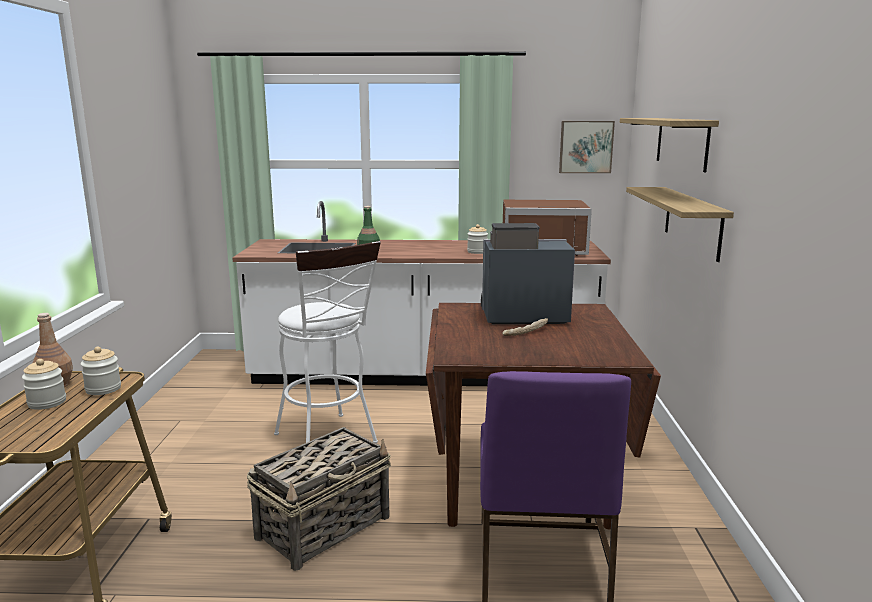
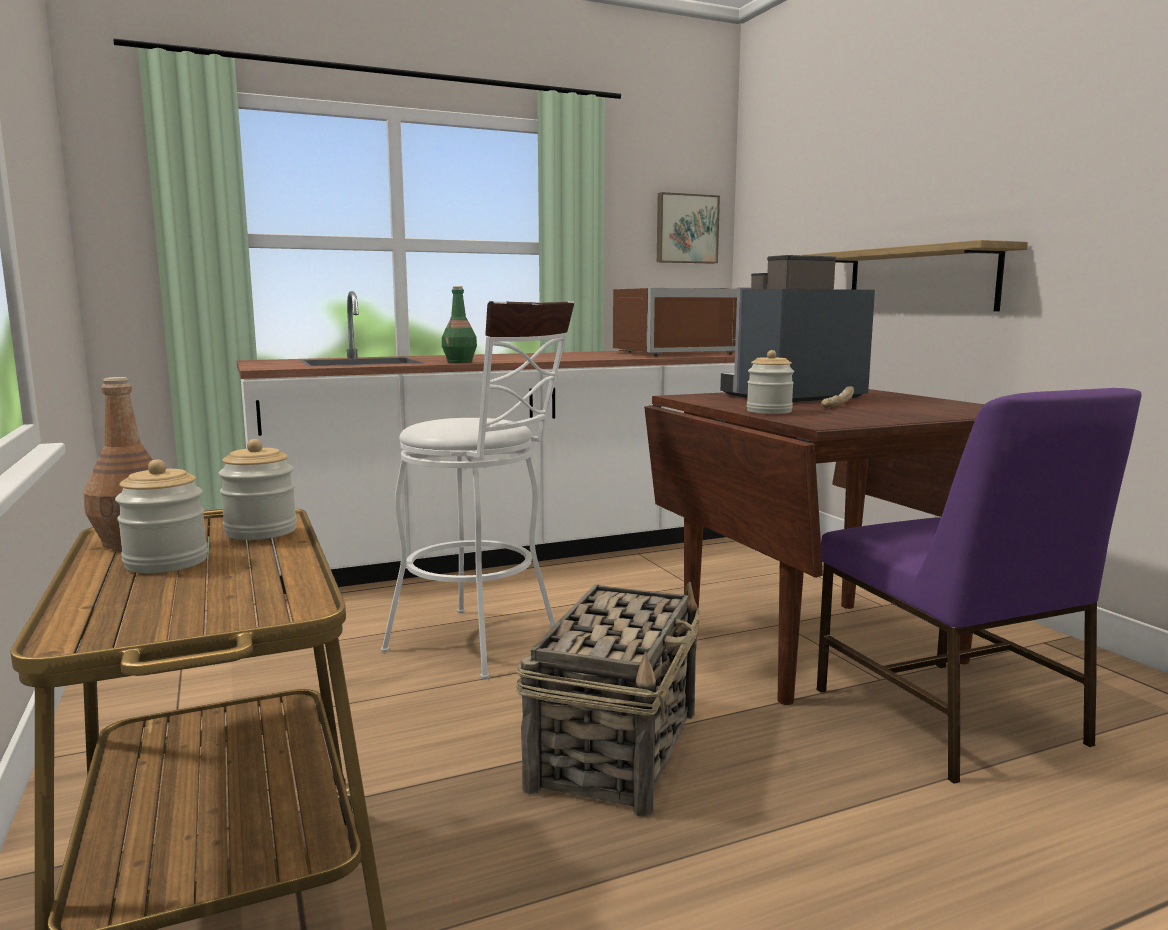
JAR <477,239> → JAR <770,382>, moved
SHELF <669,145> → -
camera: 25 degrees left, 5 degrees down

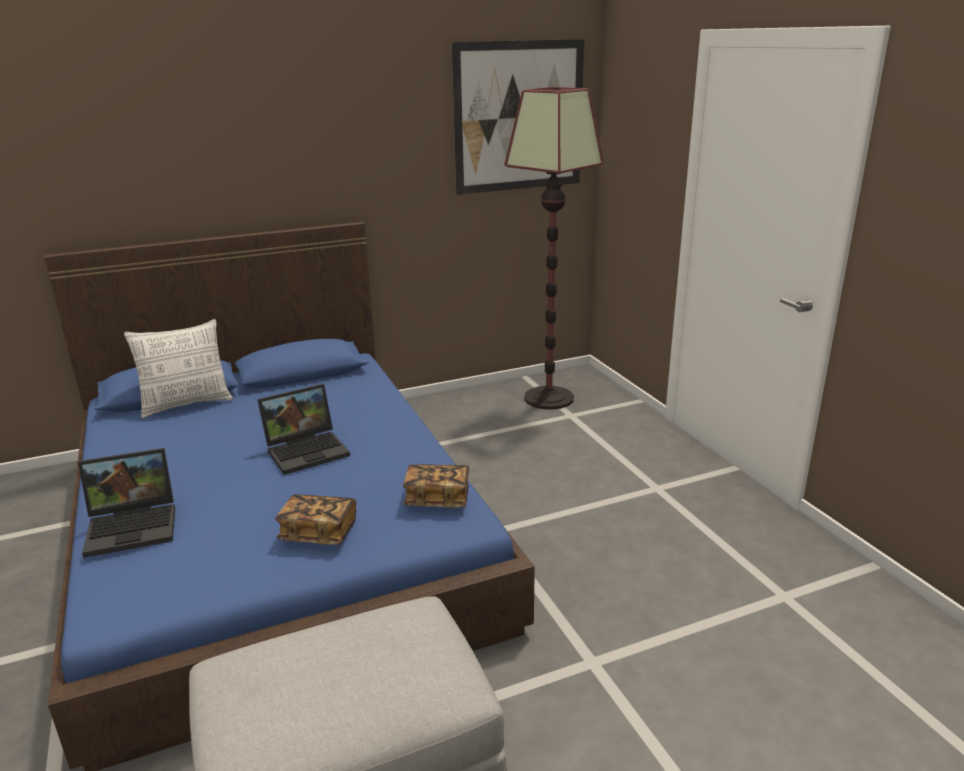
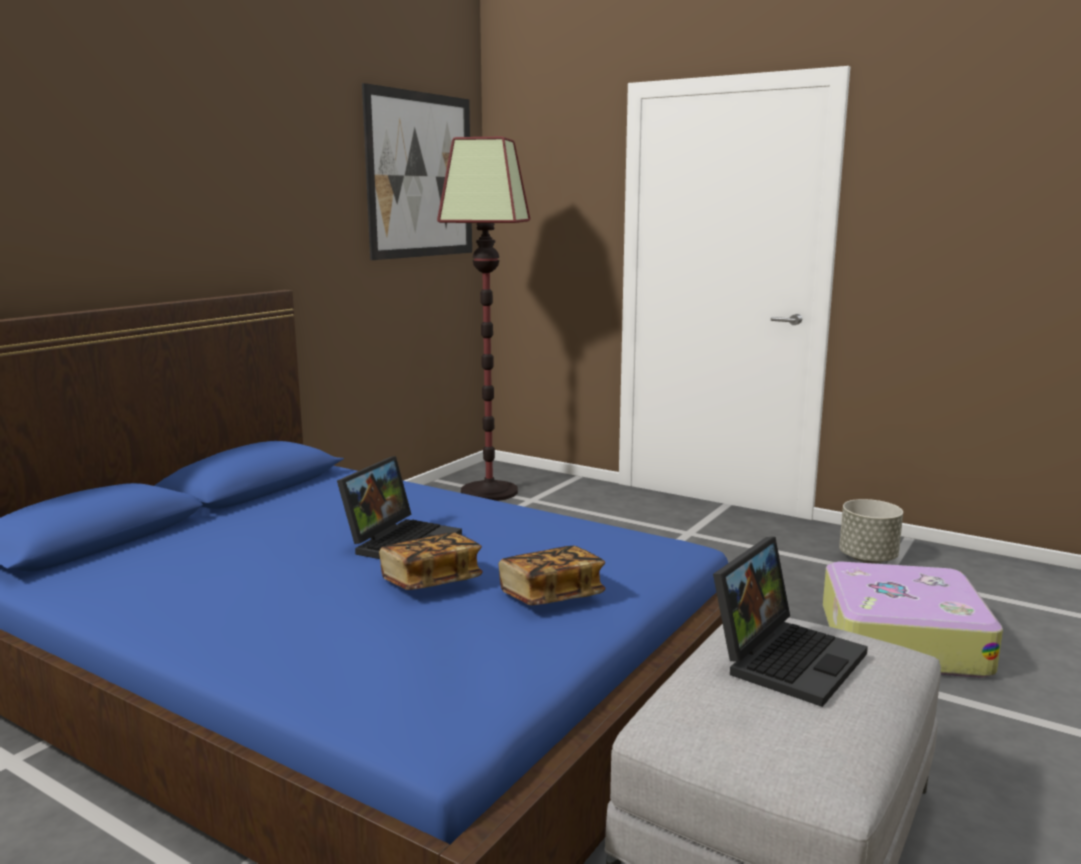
BOOK <436,486> → BOOK <431,561>, moved
LAPTOP <126,503> → LAPTOP <790,622>, moved
- → SUITCASE <913,620>
- → GREY PLANTER <871,531>
PILLOW <178,368> → -
camera: 35 degrees left, 10 degrees down

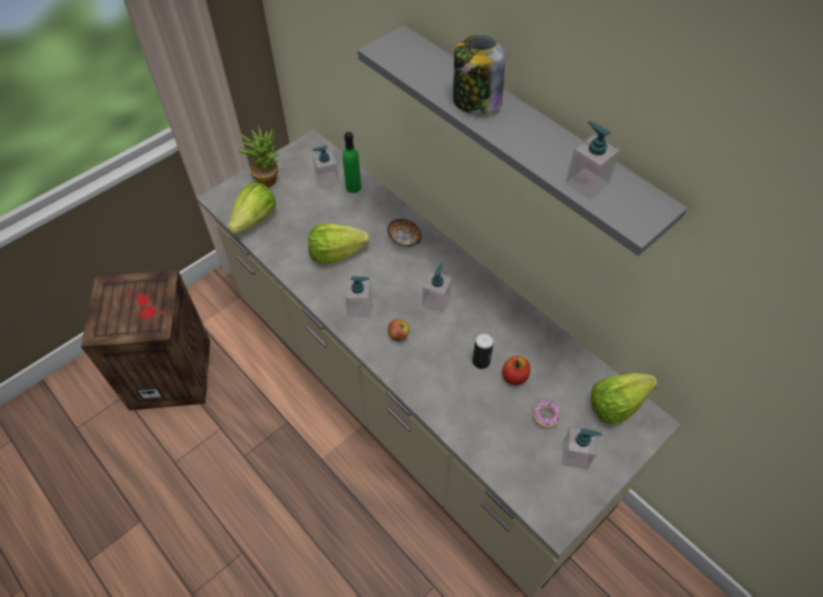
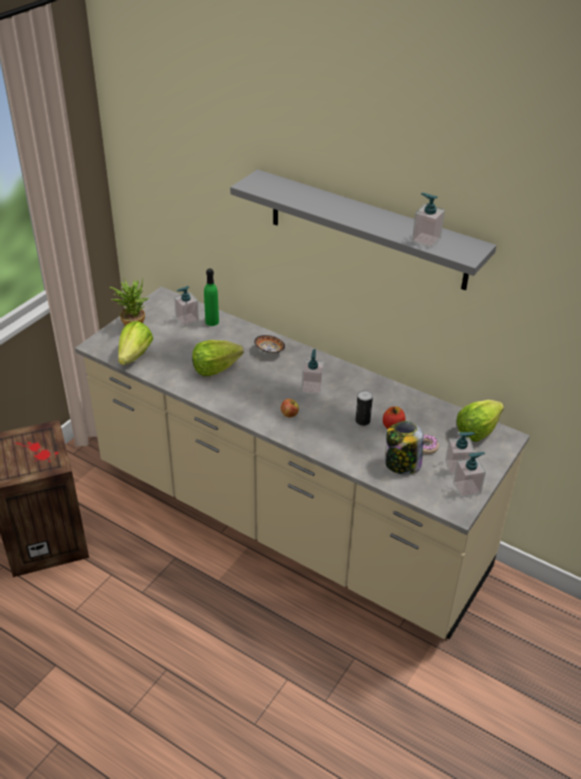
JAR <479,75> → JAR <404,447>, moved
SOAP DISPENSER <358,296> → SOAP DISPENSER <469,475>, moved
camera: 15 degrees left, 15 degrees down

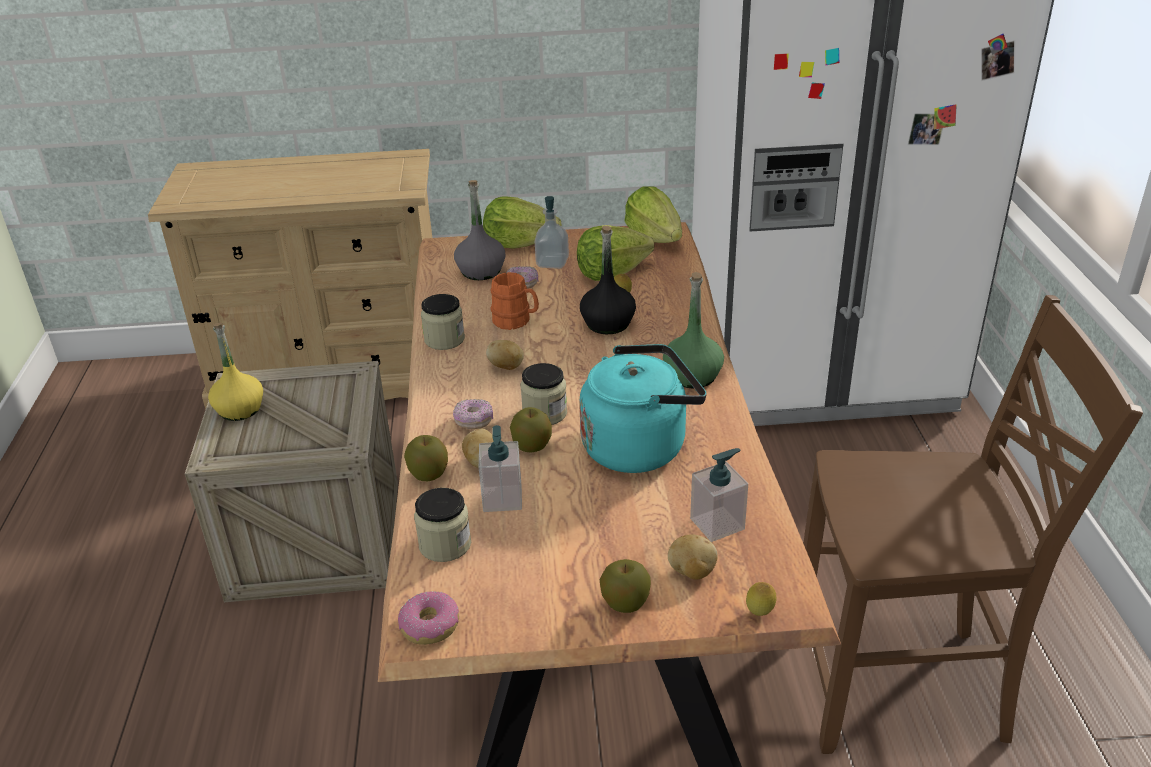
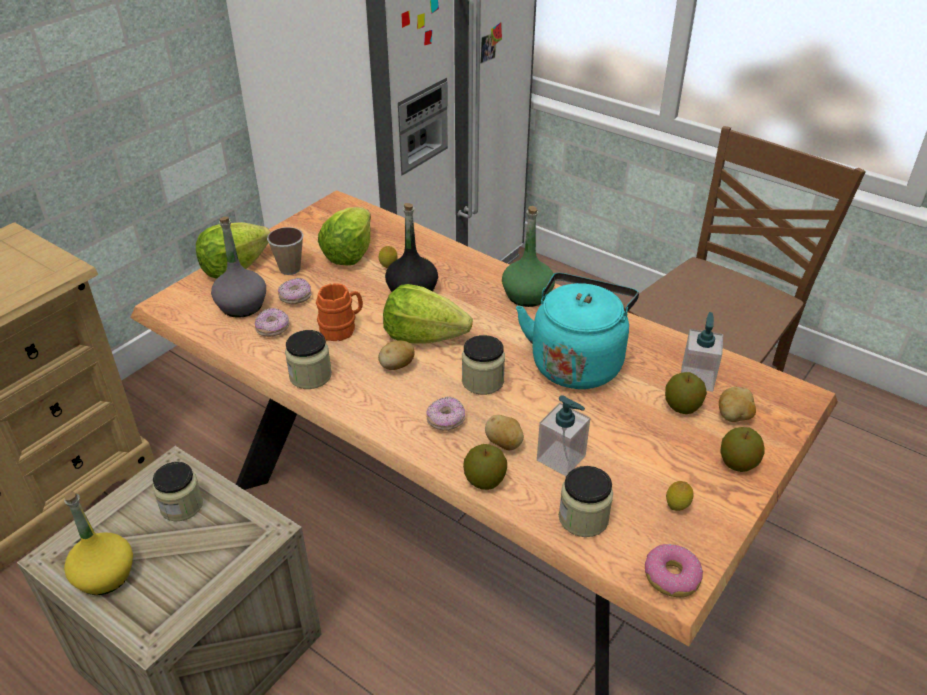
- → JAR <178,492>
- → DONUT <272,322>
SOAP DISPENSER <552,232> → CUP <285,251>
LETTUCE <653,214> → LETTUCE <428,314>, moved
APPLE <531,430> → APPLE <686,393>, moved
LEMON <761,599> → LEMON <679,496>, moved
camera: 50 degrees left, 5 degrees up

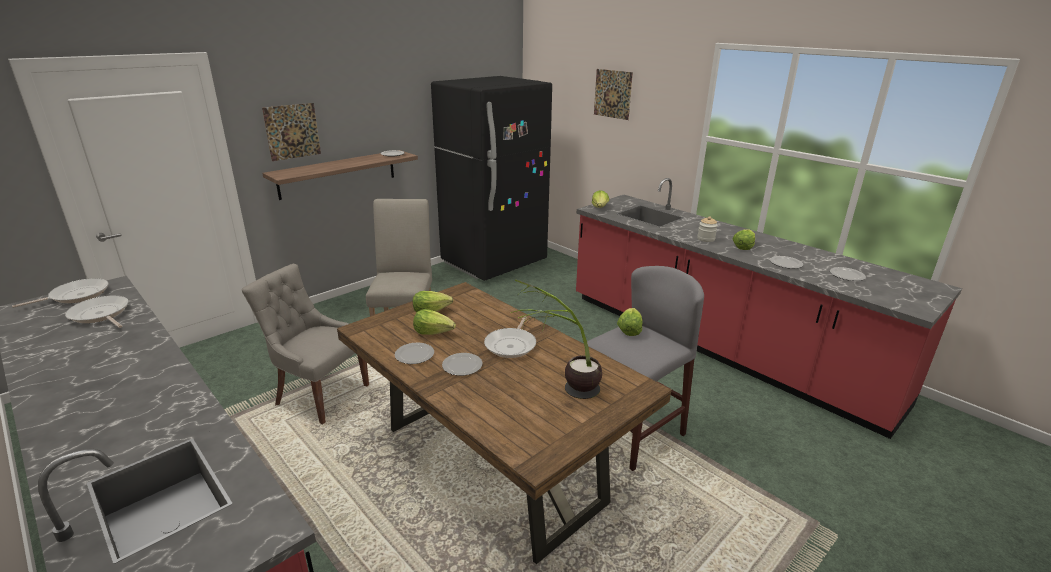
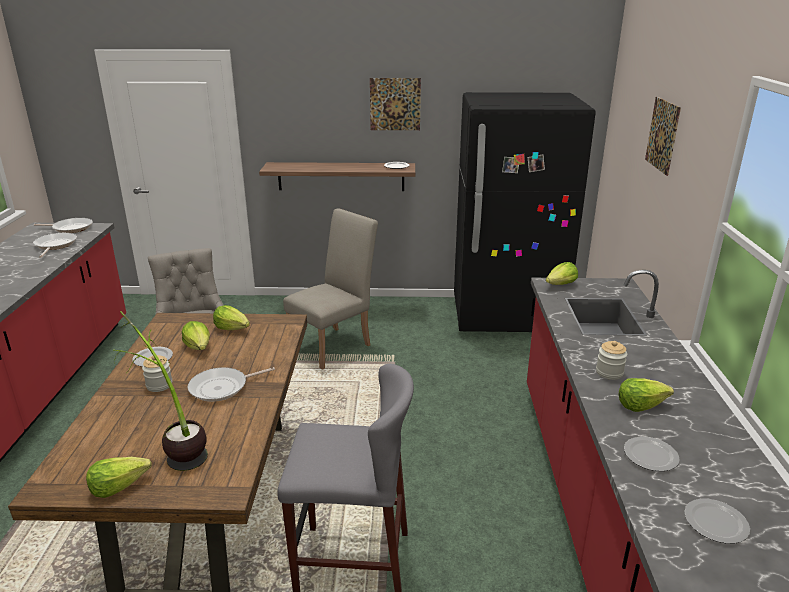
LETTUCE <629,322> → LETTUCE <119,477>, moved
PLATE <462,364> → JAR <157,373>
PICTURE <291,132> → PICTURE <395,104>, moved
camera: 45 degrees right, 0 degrees up

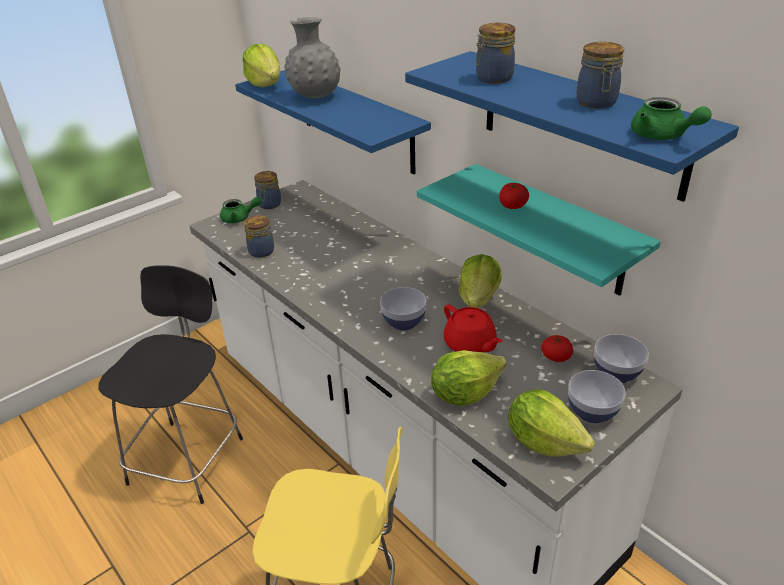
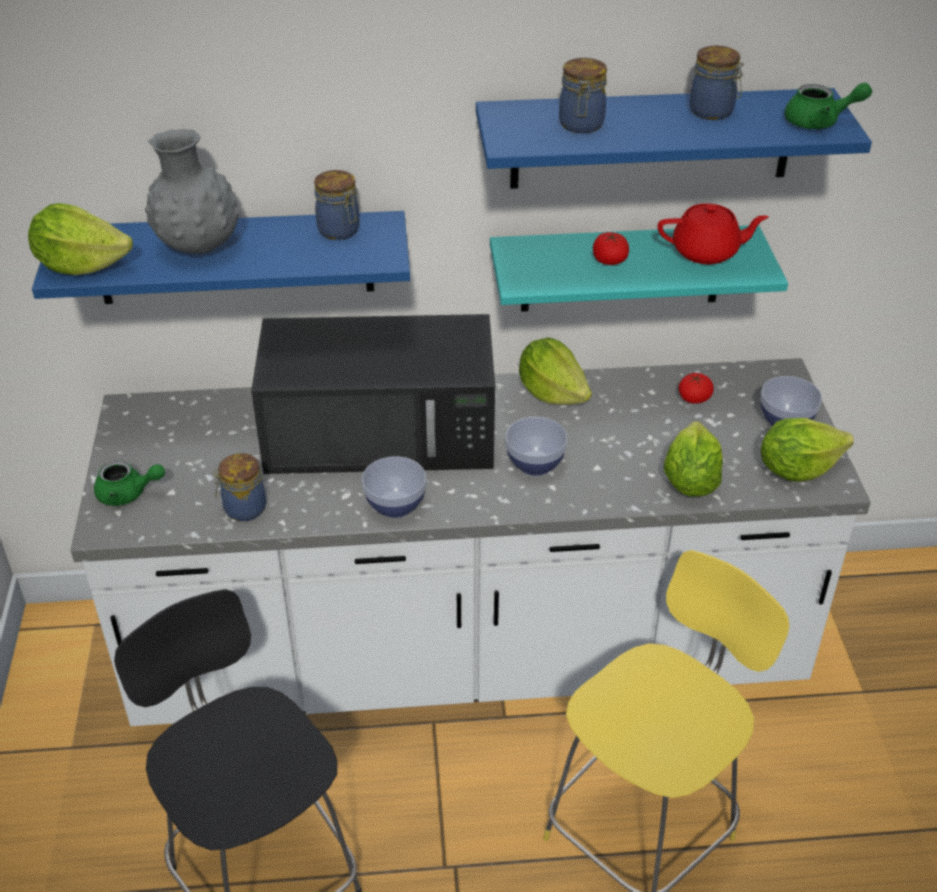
GREEN TEAPOT <241,210> → GREEN TEAPOT <129,483>, 60 degrees clockwise
- → BLACK MICROWAVE <373,394>
JAR <267,190> → JAR <337,205>, moved
BOWL <621,358> → BOWL <394,487>, moved
RED TEAPOT <473,328> → RED TEAPOT <713,234>, moved
camera: 55 degrees left, 5 degrees up

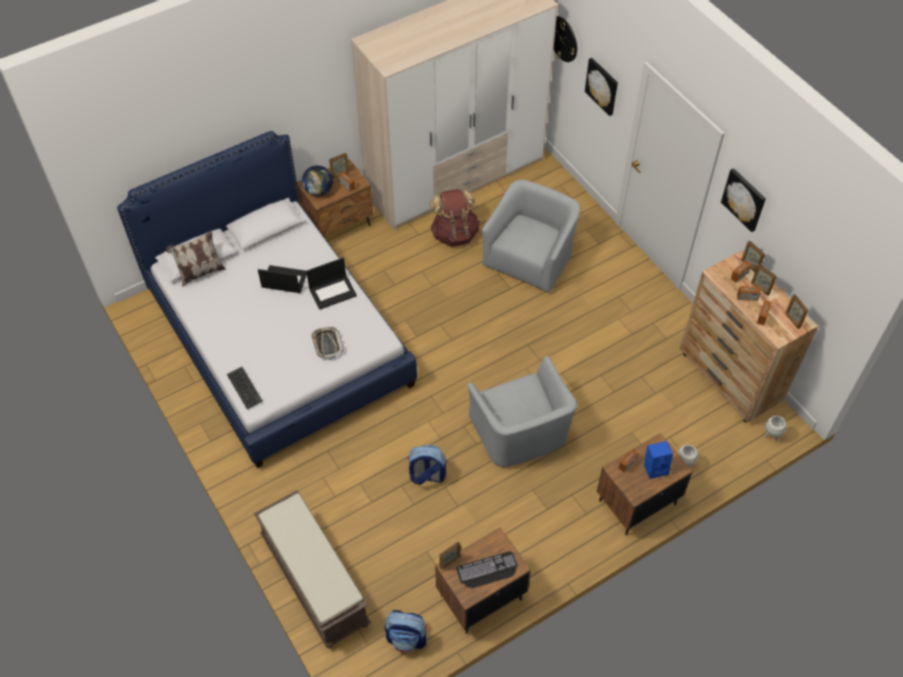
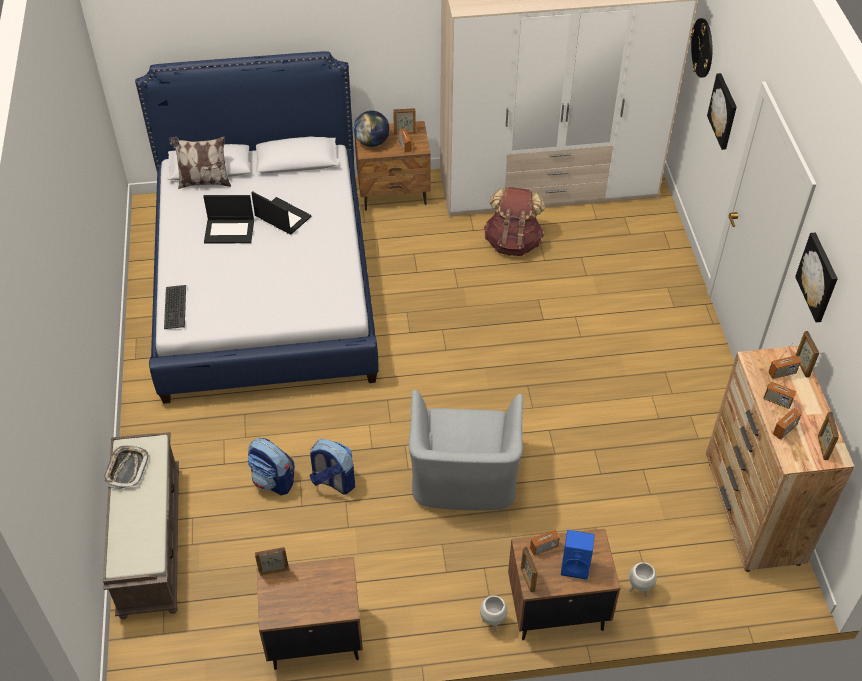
TRAY <327,343> → TRAY <126,467>, moved
LAPTOP <331,284> → LAPTOP <228,219>, moved
BACKPACK <406,631> → BACKPACK <271,466>, moved
WHITE PLANTER <774,429> → WHITE PLANTER <494,613>, moved
PICTURE FRAME <764,279> → PICTURE FRAME <529,570>, moved
KEYBOARD <487,569> → -
GREY ARMCHAIR <530,236> → -
camera: 25 degrees right, 5 degrees down

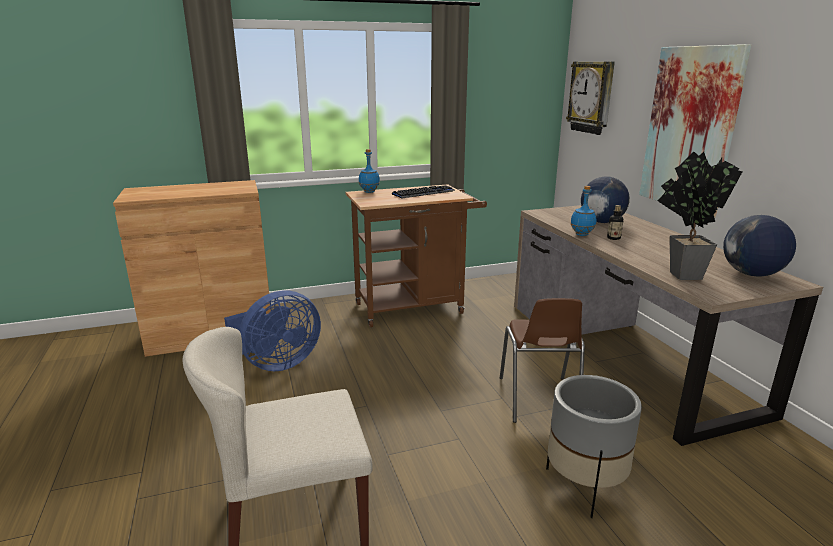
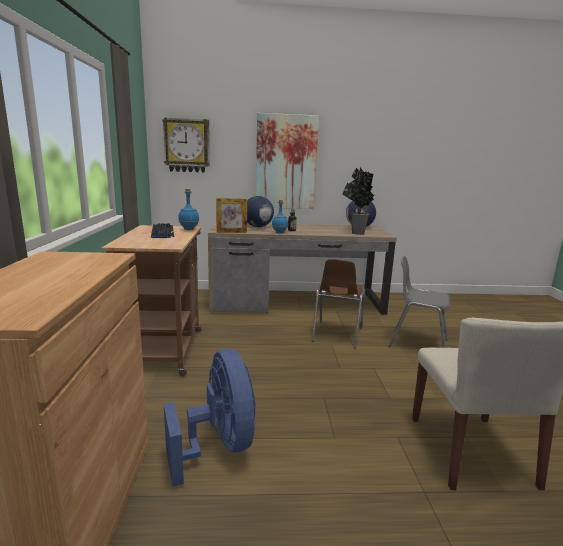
BLUE BOTTLE <369,171> → BLUE BOTTLE <188,209>, moved
- → PICTURE FRAME <231,215>
BROWN CHAIR <542,360> → BROWN CHAIR <338,304>, 90 degrees clockwise
GREY PLANTER <594,446> → GREY CHAIR <419,302>
camera: 75 degrees left, 5 degrees down

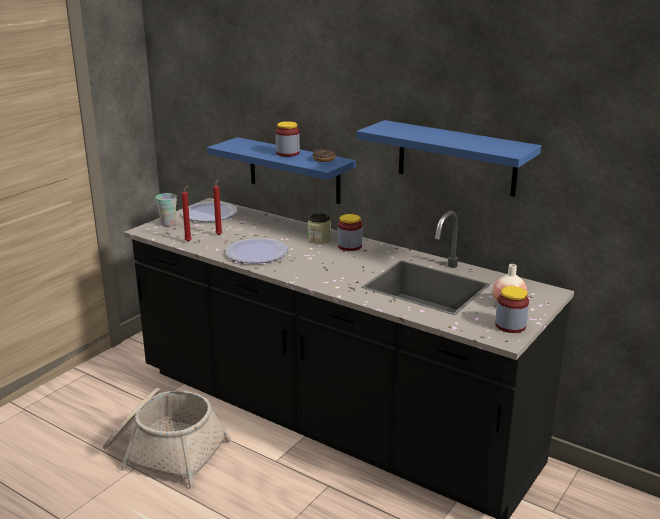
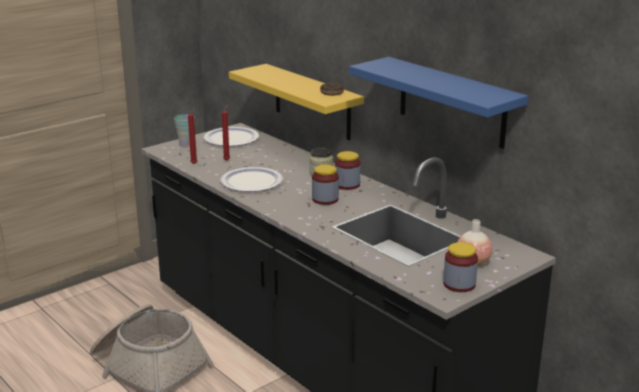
BLUE SHELF <281,170> → YELLOW SHELF <296,102>
JAR <287,139> → JAR <325,185>, moved
camera: 15 degrees right, 0 degrees up

